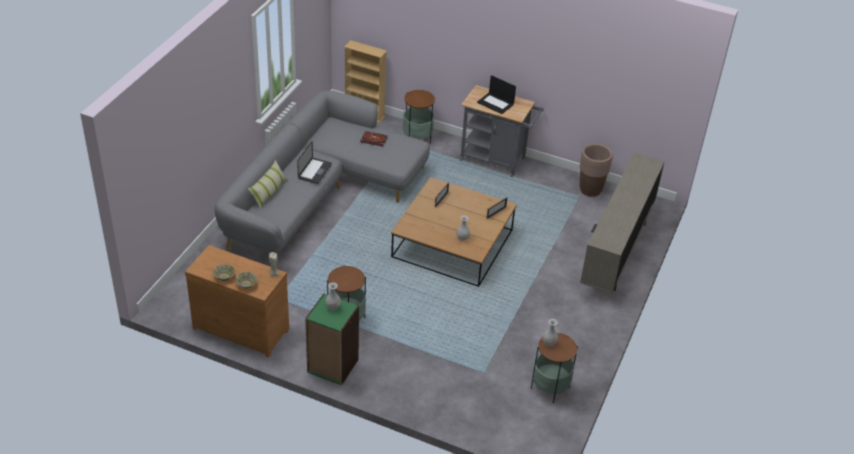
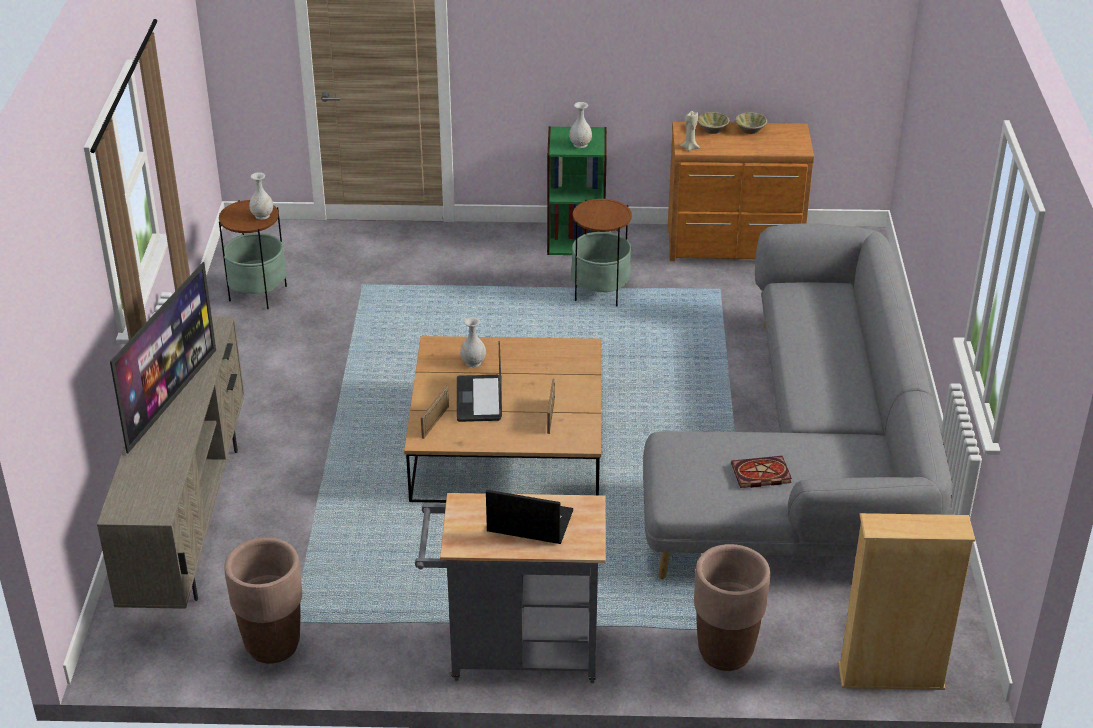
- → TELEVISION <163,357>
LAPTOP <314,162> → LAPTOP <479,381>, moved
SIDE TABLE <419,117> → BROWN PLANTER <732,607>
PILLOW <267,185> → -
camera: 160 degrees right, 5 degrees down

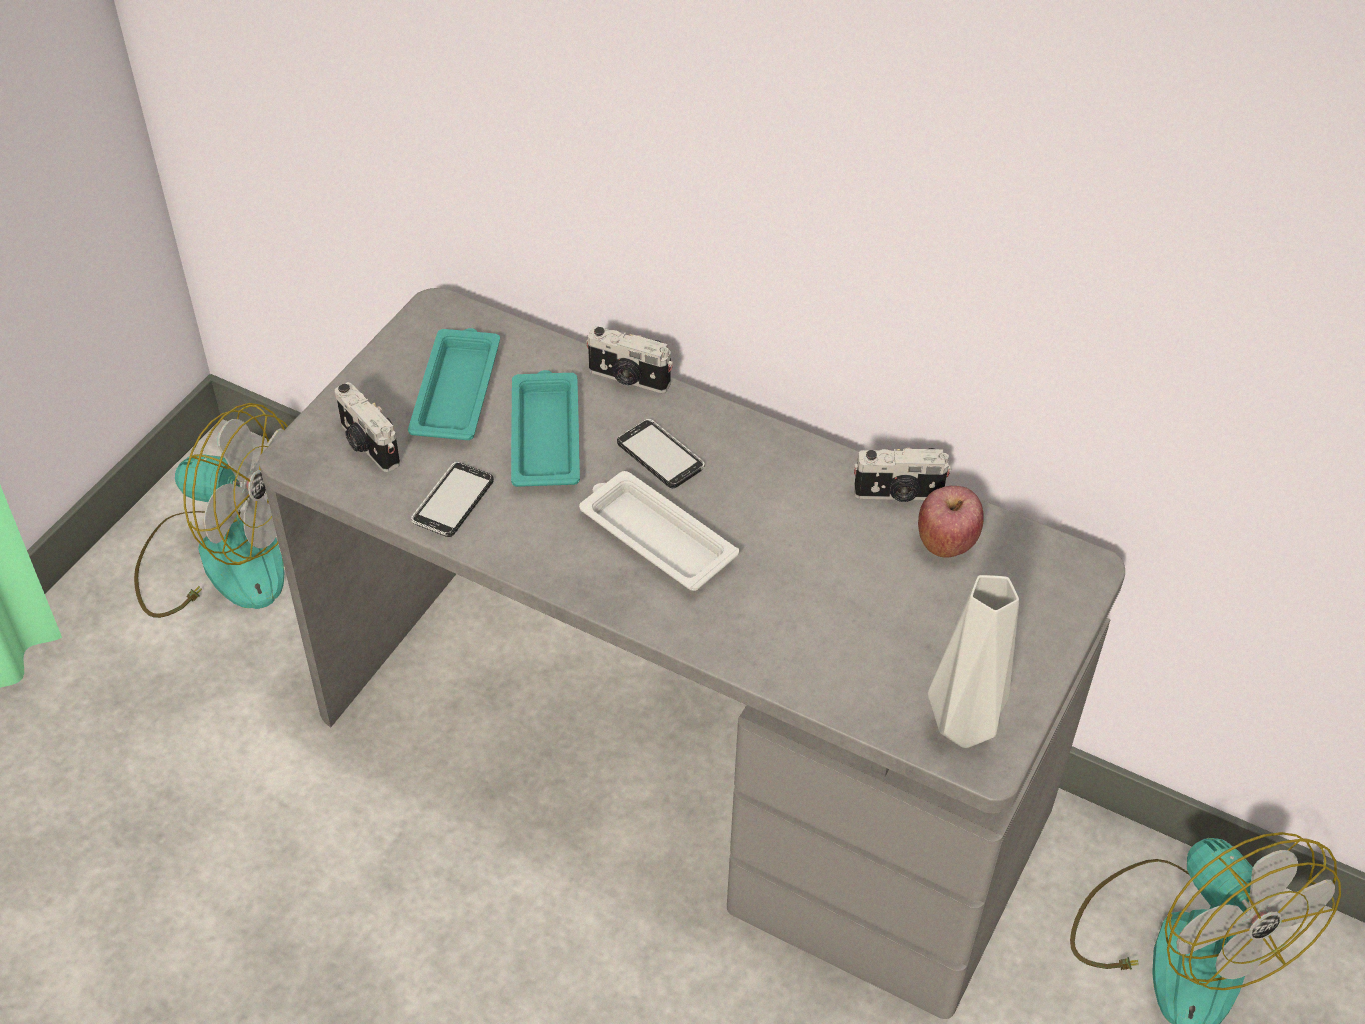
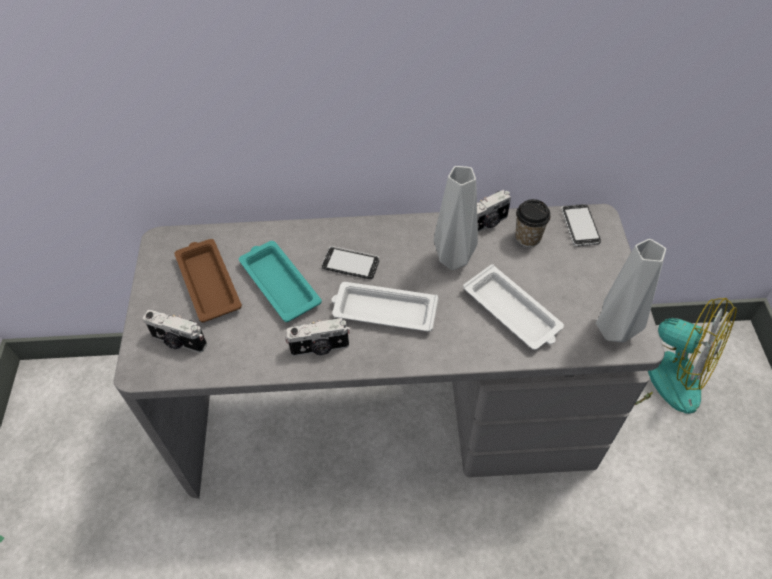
TURQUOISE TRAY <454,384> → BROWN TRAY <208,281>
PHOTO CAMERA <629,359> → PHOTO CAMERA <317,337>, moved
- → GREY VASE <456,218>
- → WHITE TRAY <513,307>
APPLE <951,521> → CUP <533,223>
PHONE <452,499> → PHONE <581,225>, moved
FAN <211,510> → -
camera: 30 degrees left, 5 degrees up

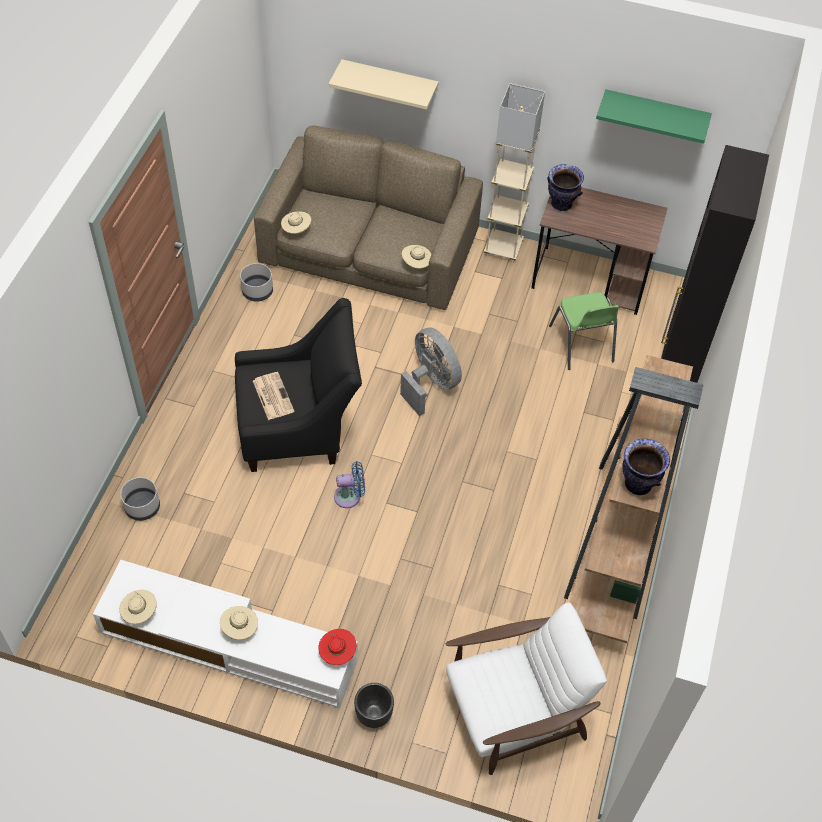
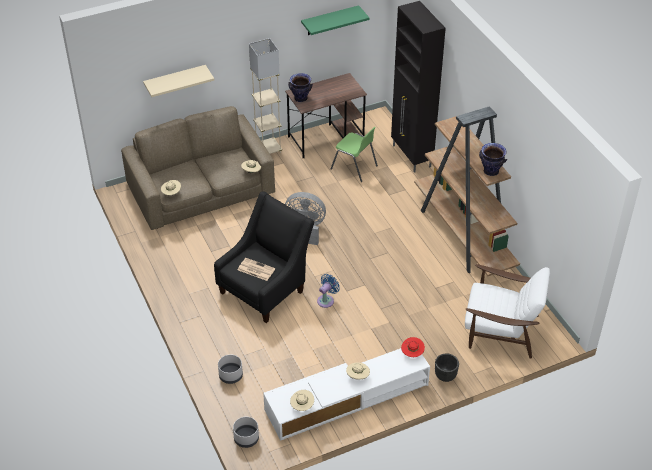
GREY PLANTER <256,282> → GREY PLANTER <246,432>, moved
WHITE ARMCHAIR <526,688> → WHITE ARMCHAIR <507,311>, 75 degrees clockwise
camera: 40 degrees left, 10 degrees down

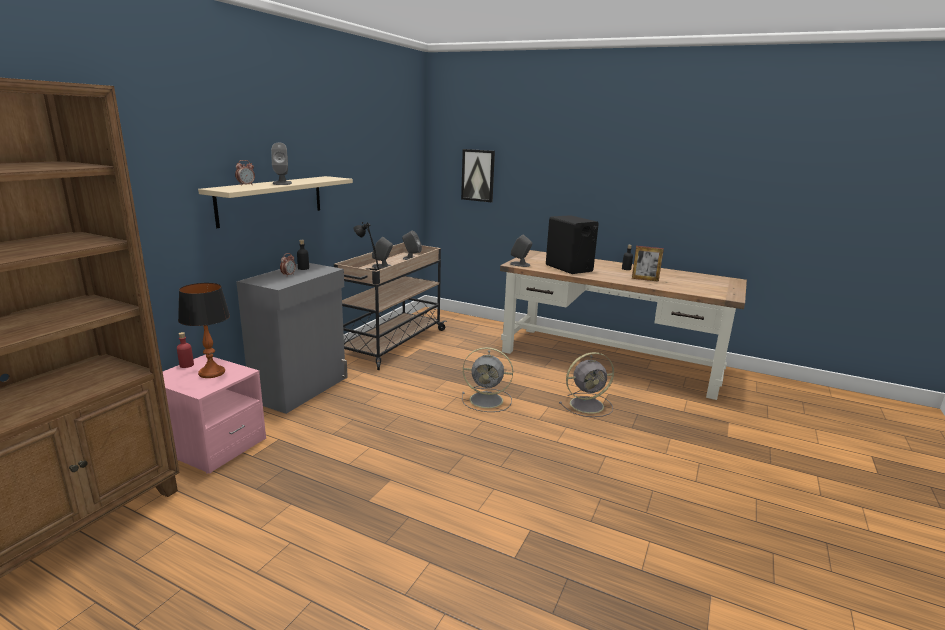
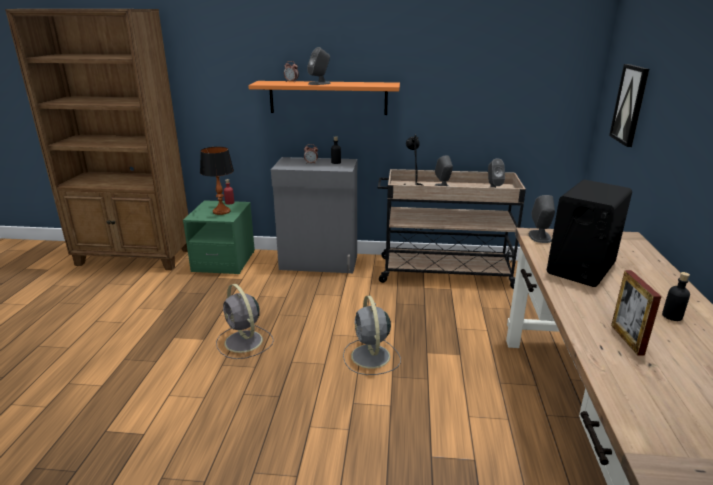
PINK NIGHTSTAND <214,414> → GREEN NIGHTSTAND <219,237>
GREY FAN <586,384> → GREY FAN <245,321>, moved
BEIGE SHELF <275,202> → ORANGE SHELF <324,98>
camera: 70 degrees right, 5 degrees up

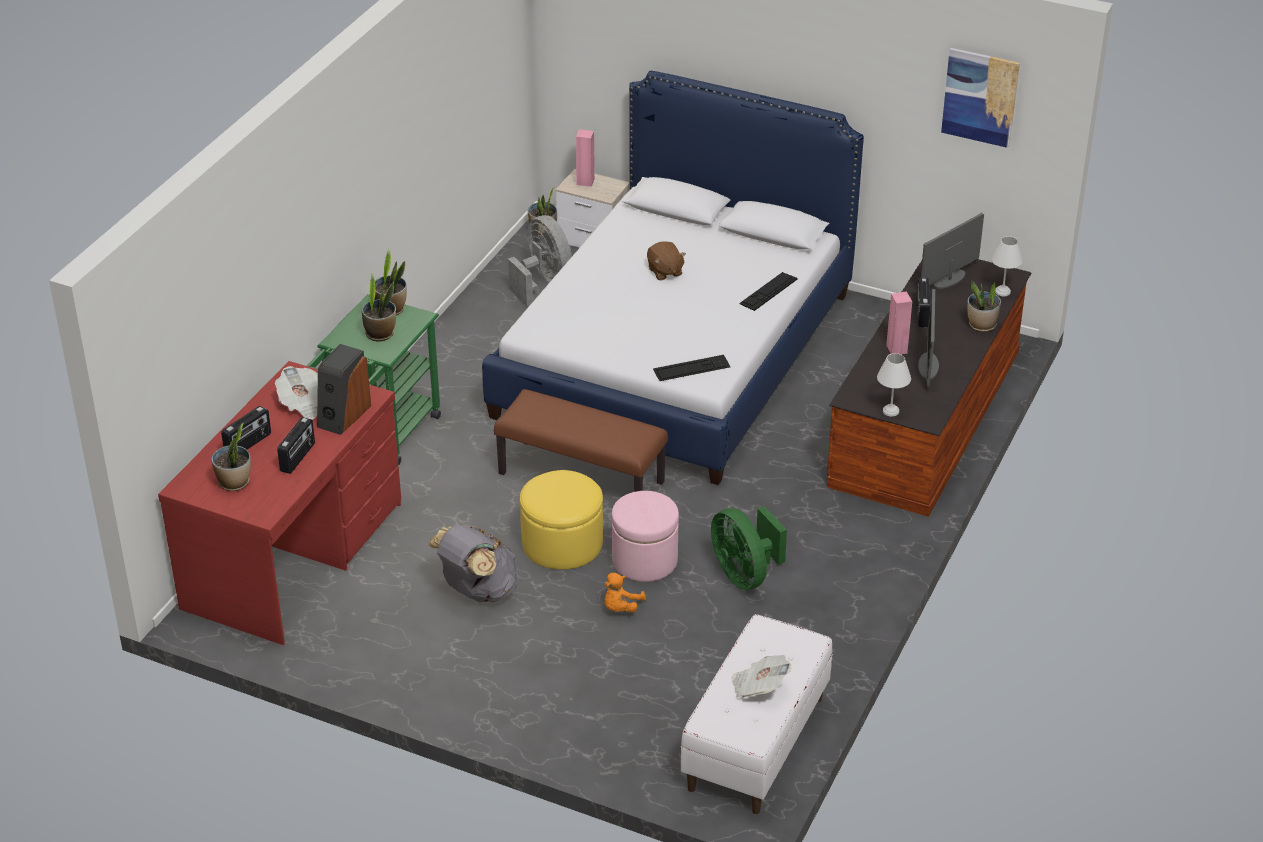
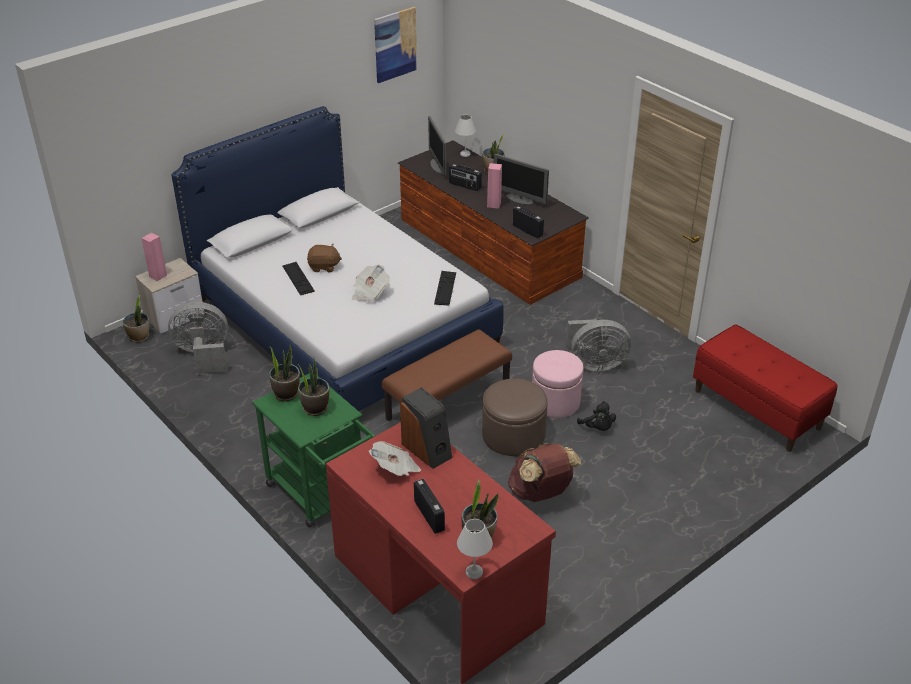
KEYBOARD <768,291> → KEYBOARD <299,278>, moved
NEWSPAPER <761,676> → NEWSPAPER <370,283>, moved
WHITE TABLE LAMP <894,385> → WHITE TABLE LAMP <475,549>, moved
YELLOW OTTOMAN <561,519> → BROWN OTTOMAN <515,417>
GREY BACKPACK <472,563> → BROWN BACKPACK <545,472>
RADIO <296,445> → RADIO <528,222>, moved
GREEN FAN <749,548> → GREY FAN <598,345>
ORANGE PLUSH TOY <625,592> → BLACK PLUSH TOY <596,416>
WHITE BENCH <757,714> → RED BENCH <765,388>
camera: 65 degrees left, 0 degrees up

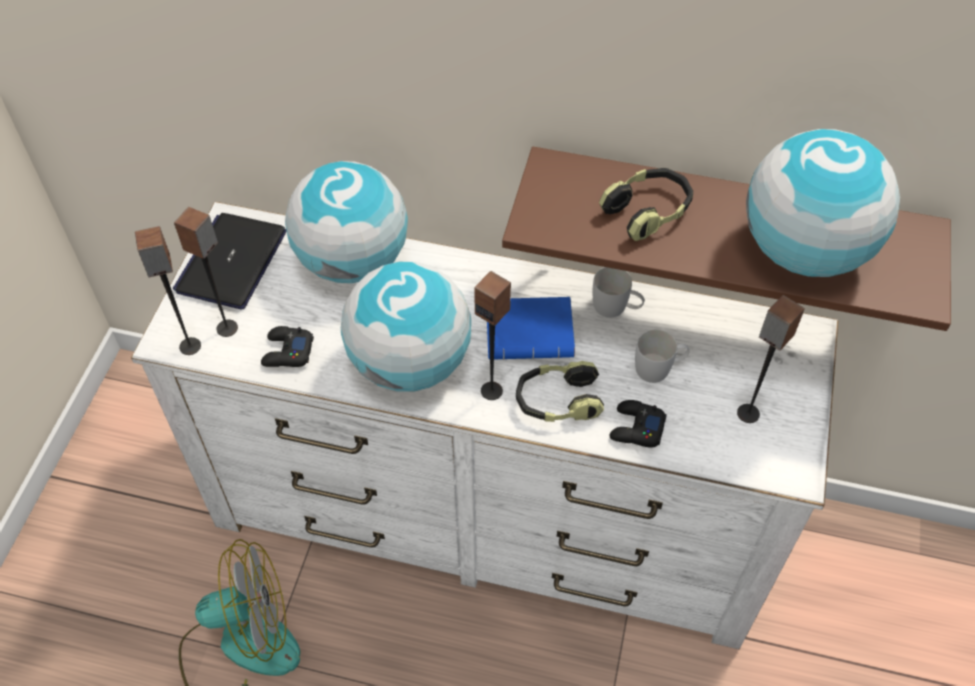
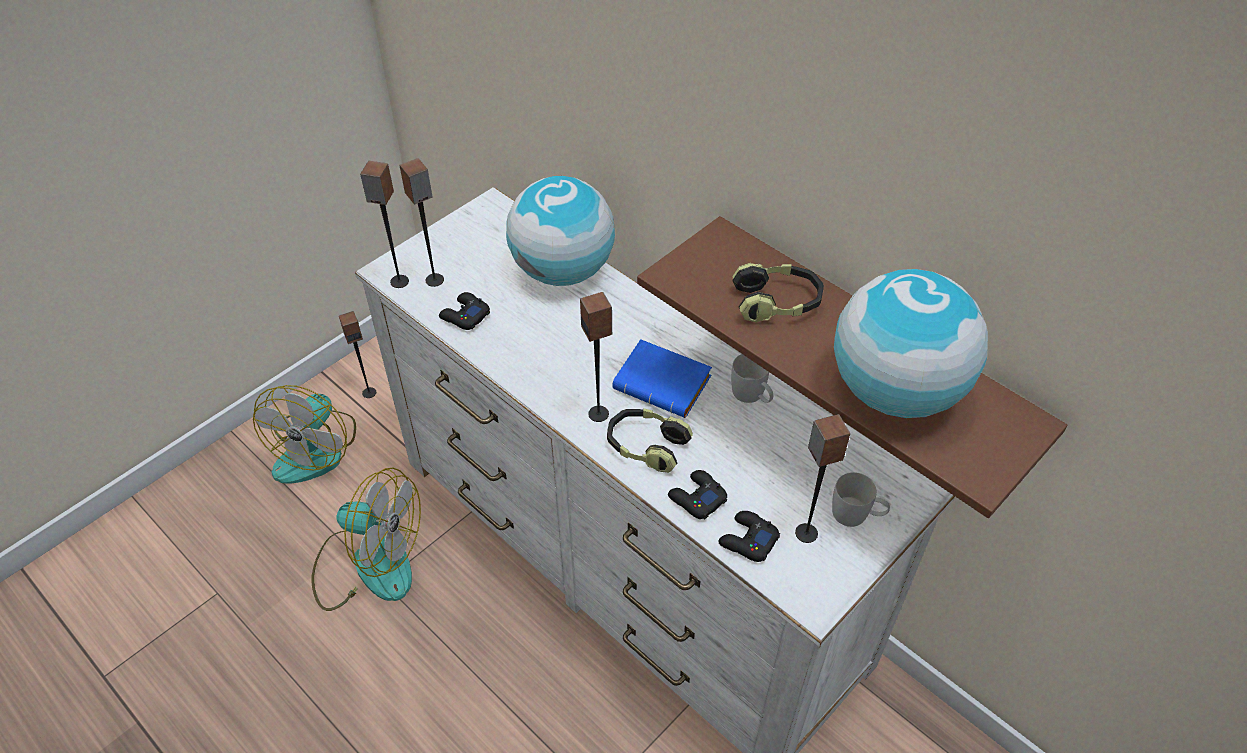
- → FAN <304,434>
- → SPEAKER <357,354>
- → BLACK GAME CONTROLLER <749,536>
WHITE MUG <662,356> → WHITE MUG <861,499>, moved
LAPTOP <230,261> → -
GLOBE <406,327> → -
camera: 30 degrees right, 5 degrees down

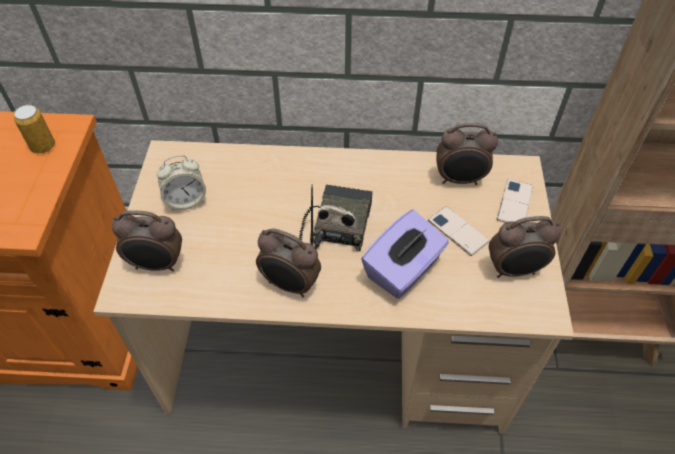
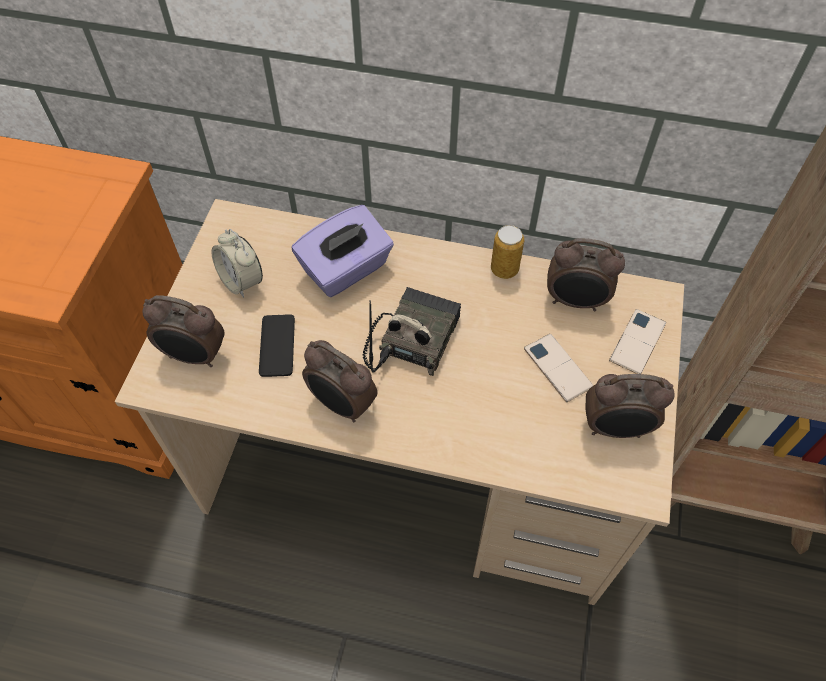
ALARM CLOCK <181,183> → ALARM CLOCK <237,263>, 60 degrees clockwise
- → PHONE <277,345>
PURPLE TISSUE BOX <405,254> → PURPLE TISSUE BOX <343,251>, moved
CAN <34,129> → CAN <507,252>, moved
camera: 10 degrees right, 5 degrees up

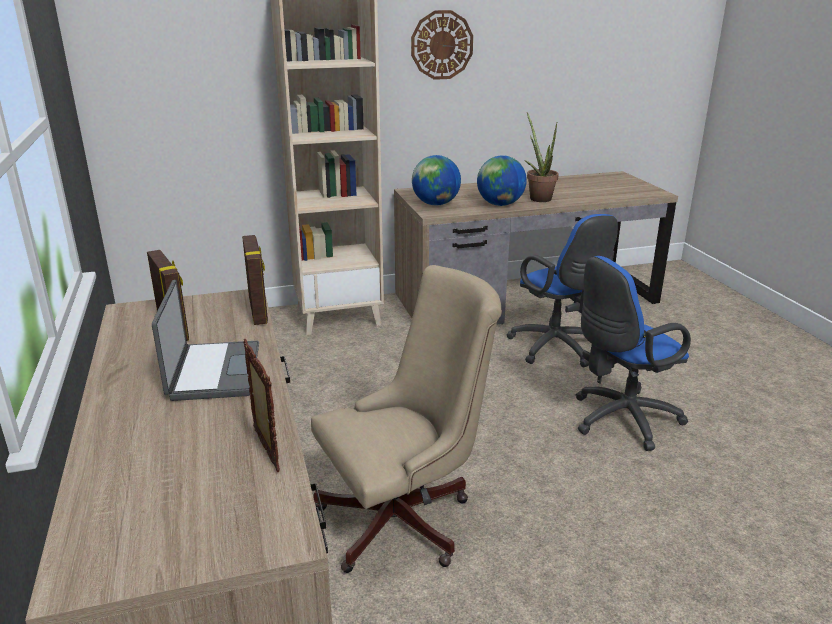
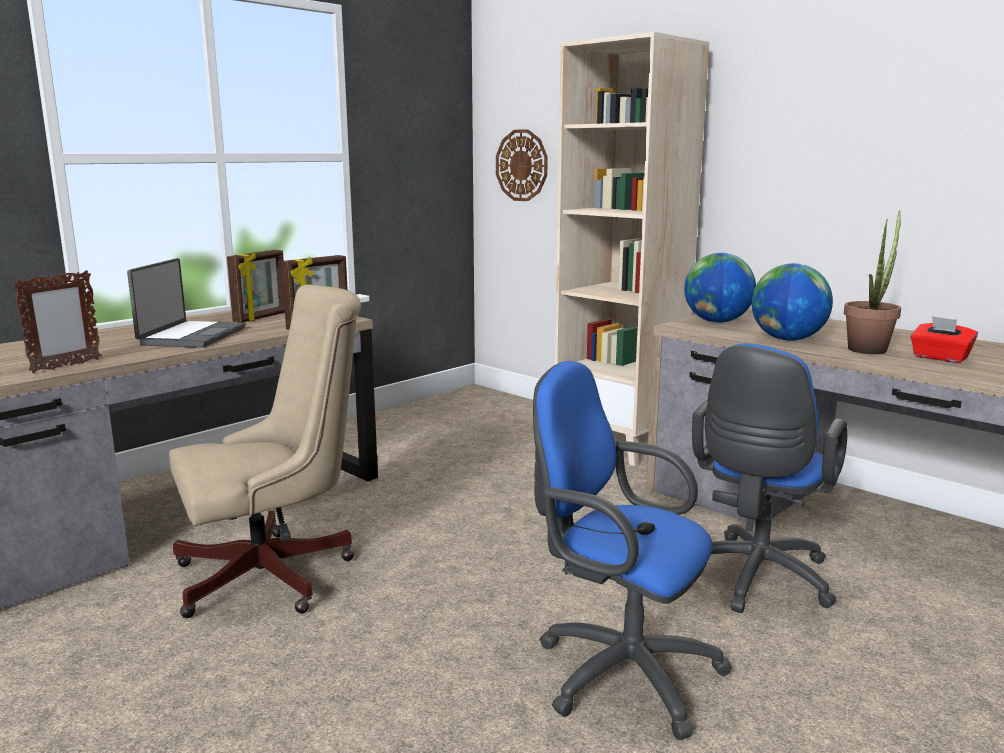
LAPTOP <205,340> → LAPTOP <186,303>, 45 degrees counterclockwise
BEIGE OFFICE CHAIR <406,419> → BEIGE OFFICE CHAIR <265,451>, 60 degrees counterclockwise
WALL CLOCK <442,45> → WALL CLOCK <522,165>, moved
- → RED TISSUE BOX <944,339>
camera: 60 degrees right, 10 degrees down

